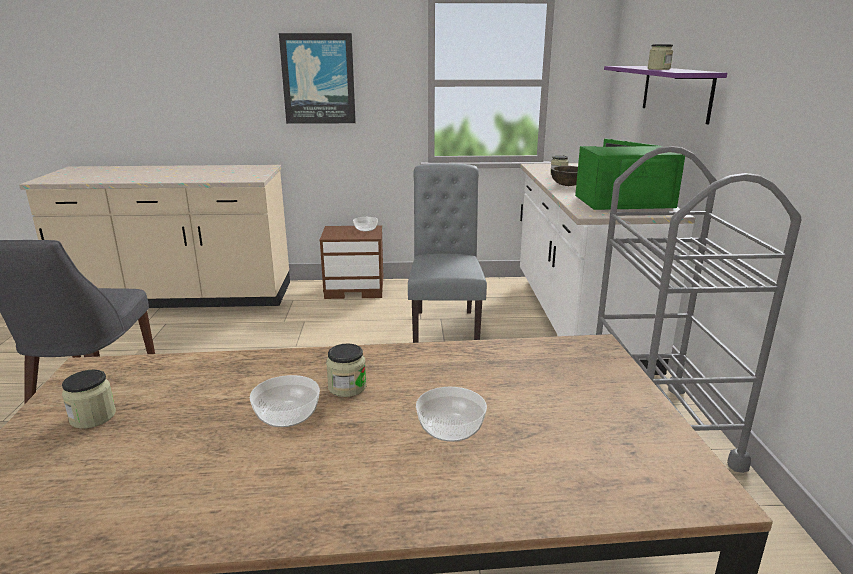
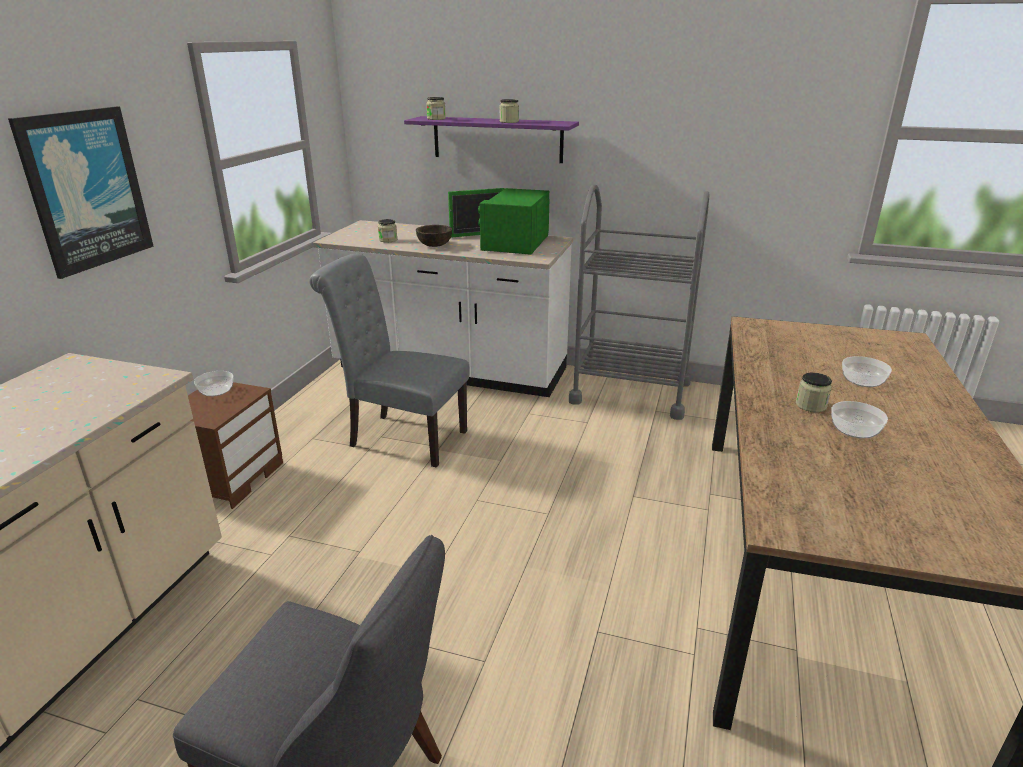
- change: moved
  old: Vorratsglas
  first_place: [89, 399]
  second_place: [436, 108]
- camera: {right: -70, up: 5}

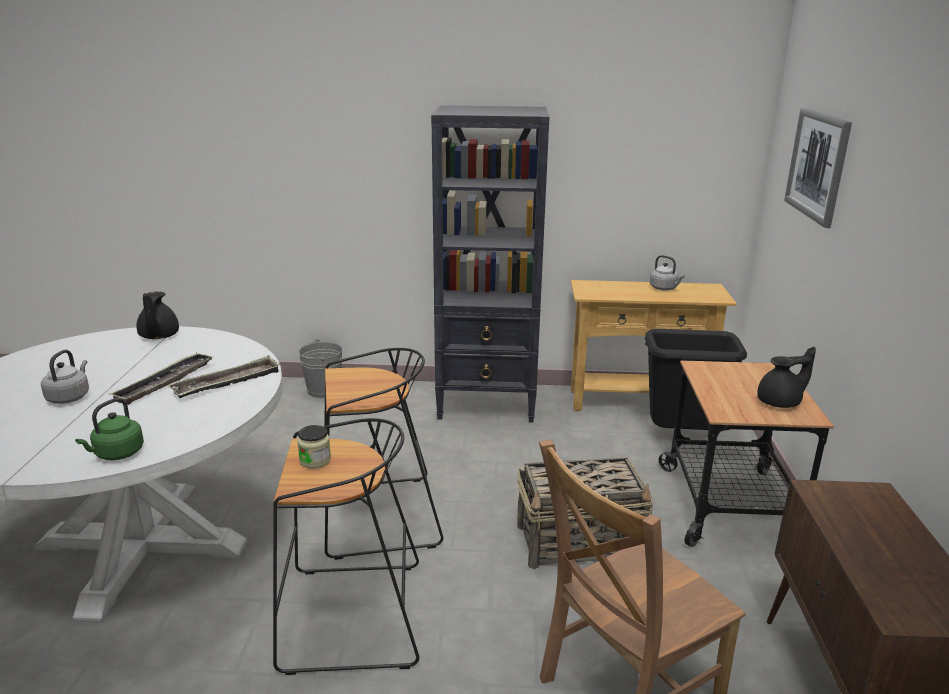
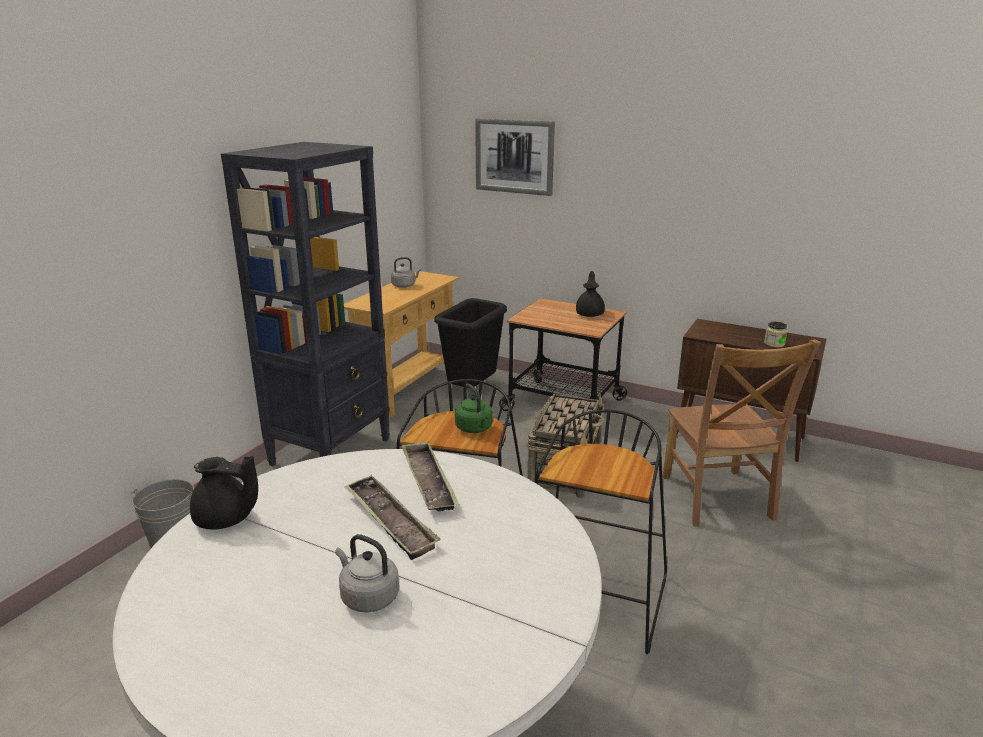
- change: moved
  old: Wasserkessel [grün]
  first_place: [109, 429]
  second_place: [474, 408]
- change: moved
  old: Vorratsglas
  first_place: [314, 446]
  second_place: [776, 335]
- camera: {right: -65, up: 0}

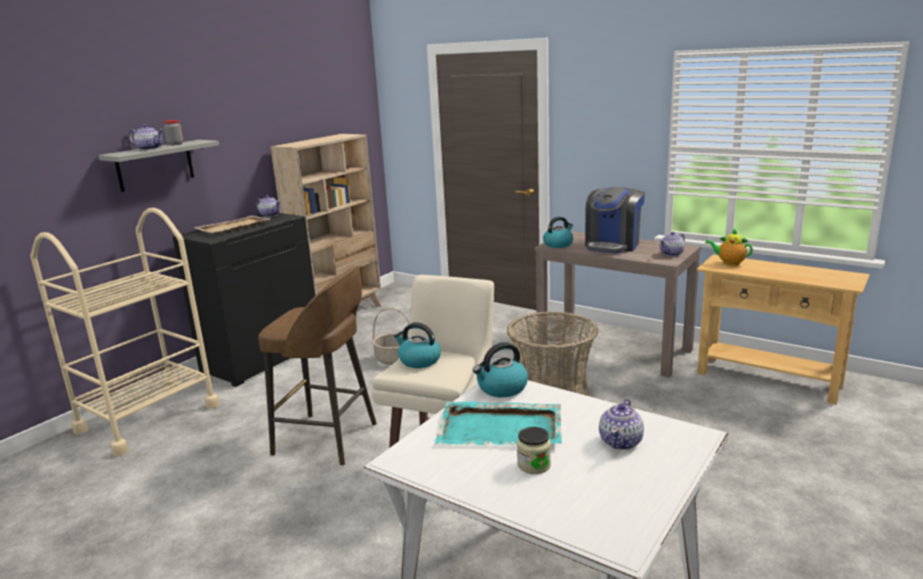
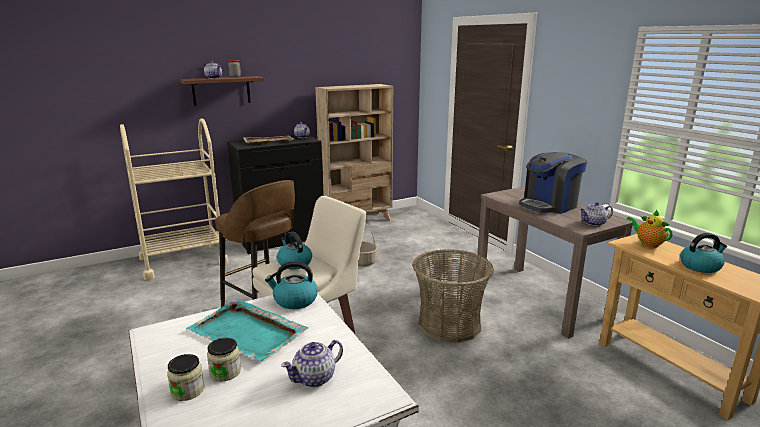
- change: added
  new: Vorratsglas
  second_place: [185, 377]
- change: recoloured
  old: Wandregal [grau]
  new: Wandregal [braun]
  first_place: [158, 166]
  second_place: [222, 91]
- change: moved
  old: Wasserkessel
  first_place: [558, 232]
  second_place: [703, 253]
- camera: {right: 25, up: 0}

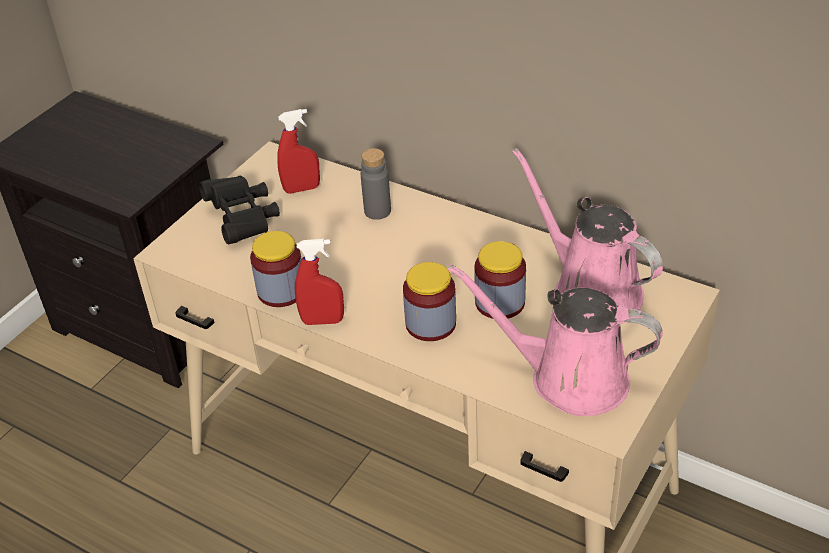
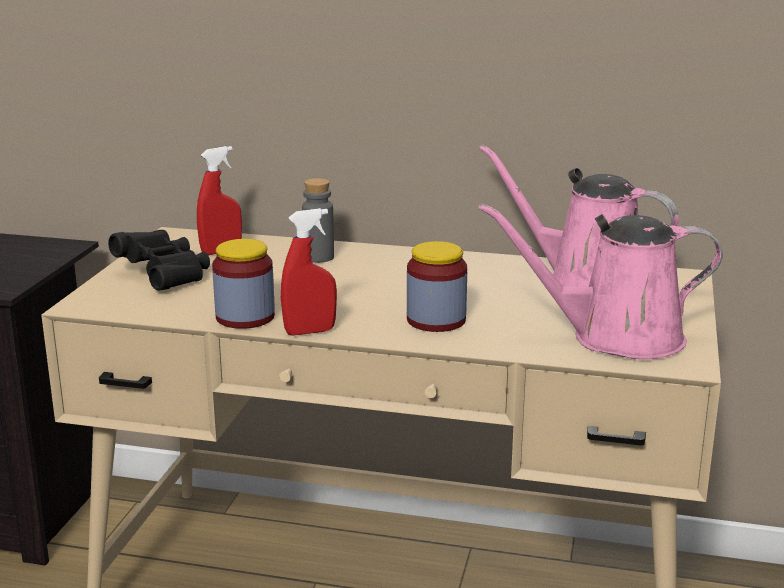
- change: removed
  old: Vorratsglas
  first_place: [500, 280]
- camera: {right: -20, up: -20}

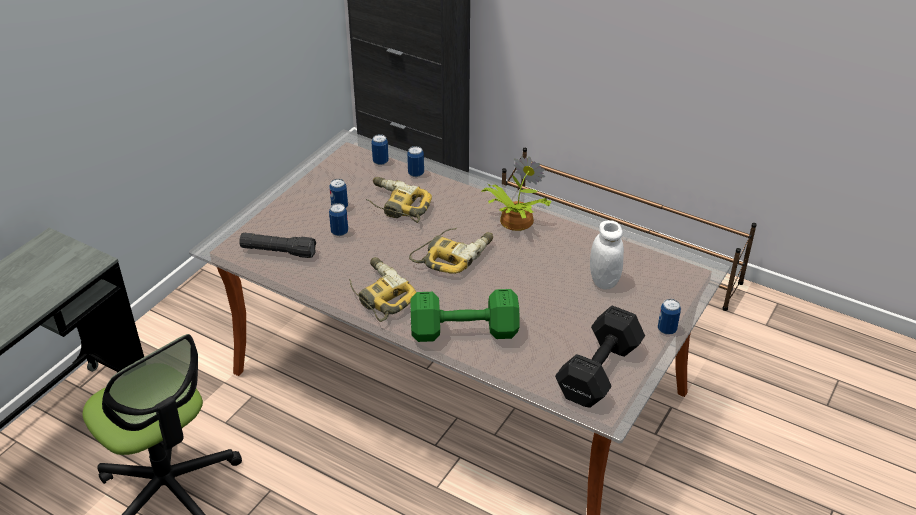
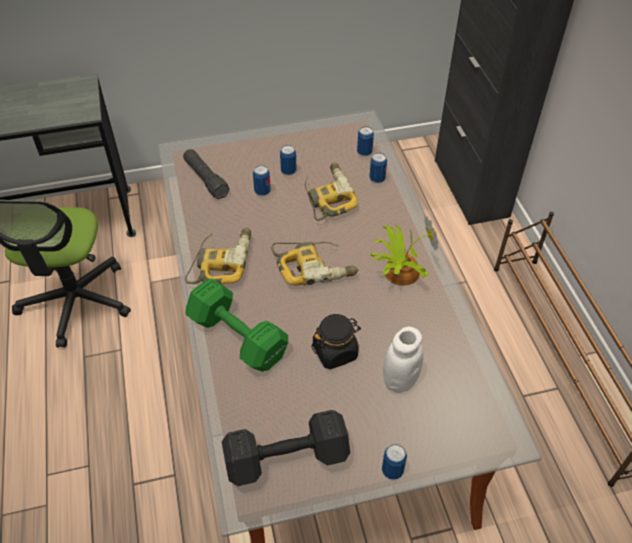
- change: added
  new: Vorratsglas [schwarz]
  second_place: [336, 341]
- camera: {right: 45, up: 10}

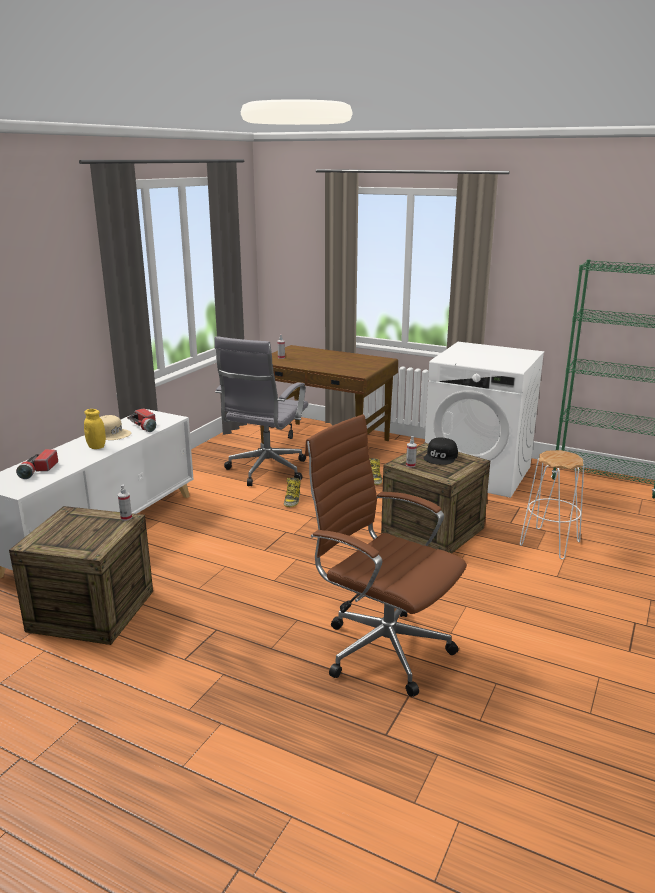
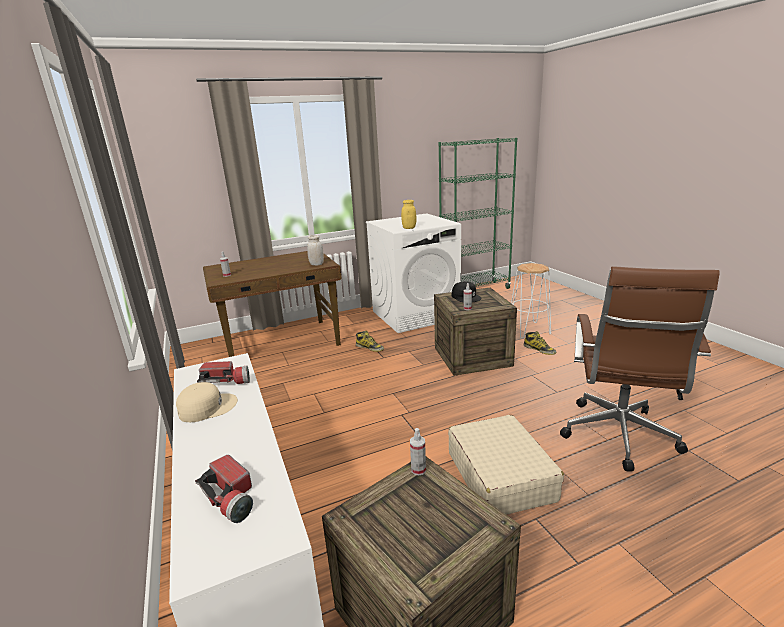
- change: added
  new: Vorratsglas [weiß]
  second_place: [315, 250]
- change: moved
  old: Vorratsglas [gelb]
  first_place: [95, 429]
  second_place: [409, 214]
- change: added
  new: Koffer [beige]
  second_place: [506, 465]
- change: moved
  old: Stiefel
  first_place: [292, 492]
  second_place: [540, 343]
- change: turned
  old: Bürostuhl [braun]
  first_place: [386, 555]
  second_place: [640, 369]
  degrees: -60
- change: removed
  old: Bürostuhl [grau]
  first_place: [261, 411]
- camera: {right: -50, up: 0}

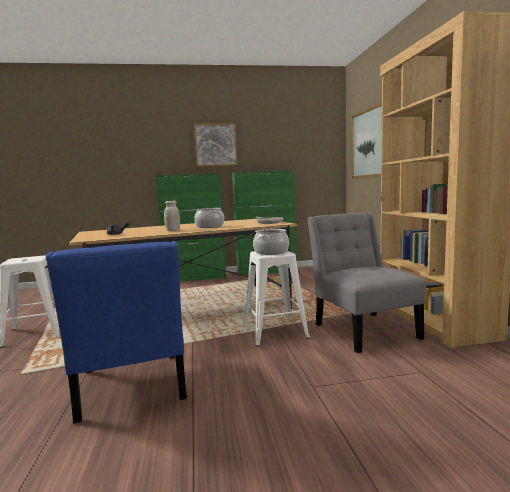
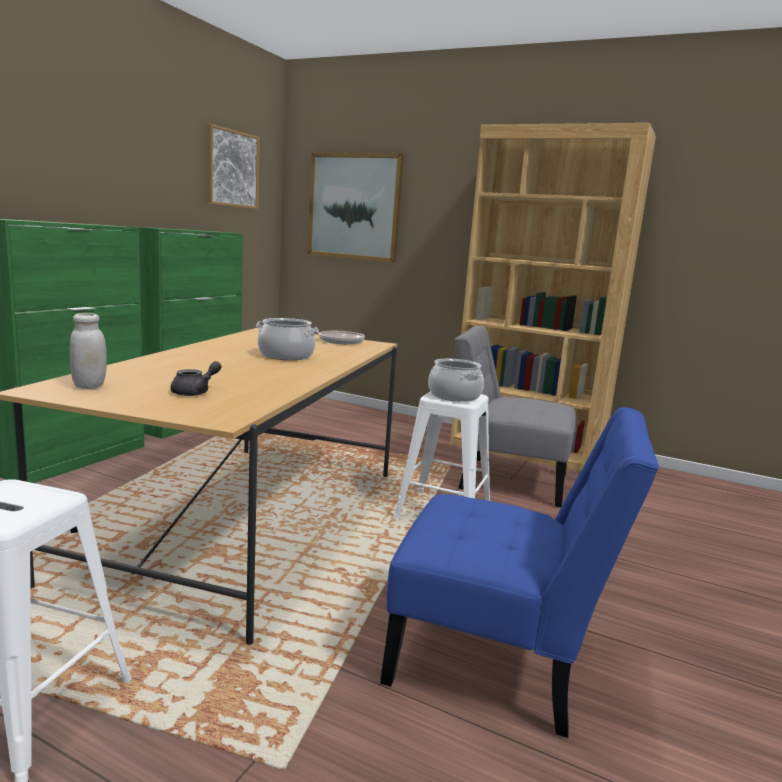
- change: moved
  old: Vorratsglas [weiß]
  first_place: [172, 216]
  second_place: [88, 351]
- change: moved
  old: Bild
  first_place: [215, 145]
  second_place: [233, 166]
- camera: {right: -55, up: 5}

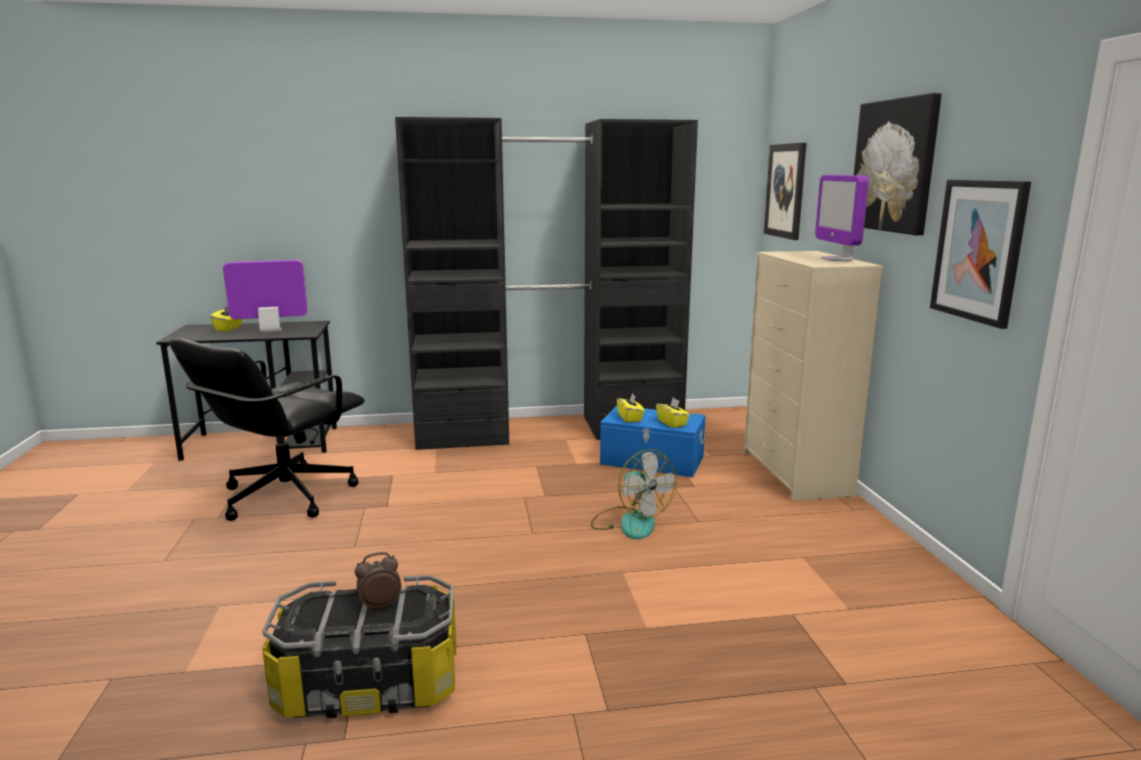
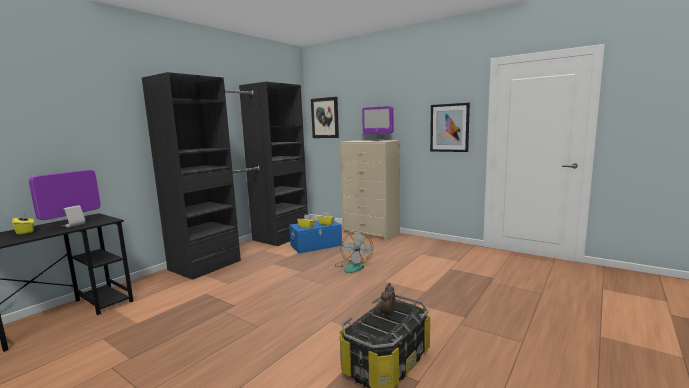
- change: turned
  old: Ventilator
  first_place: [634, 494]
  second_place: [354, 252]
  degrees: 75
- change: removed
  old: Bürostuhl [schwarz]
  first_place: [267, 429]
- change: removed
  old: Bild
  first_place: [898, 164]
- camera: {right: -45, up: -5}

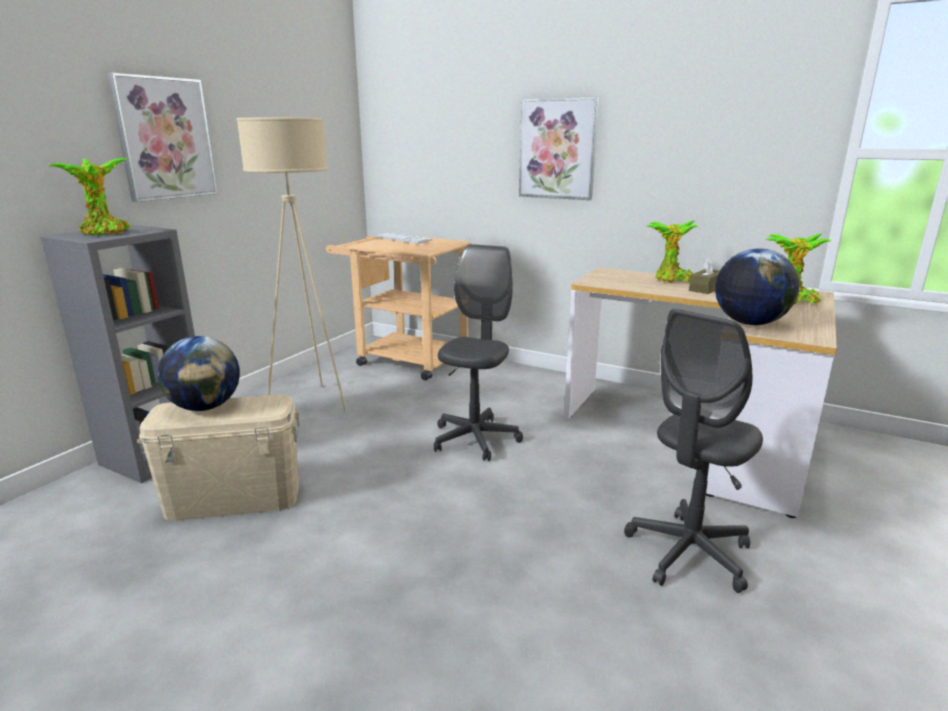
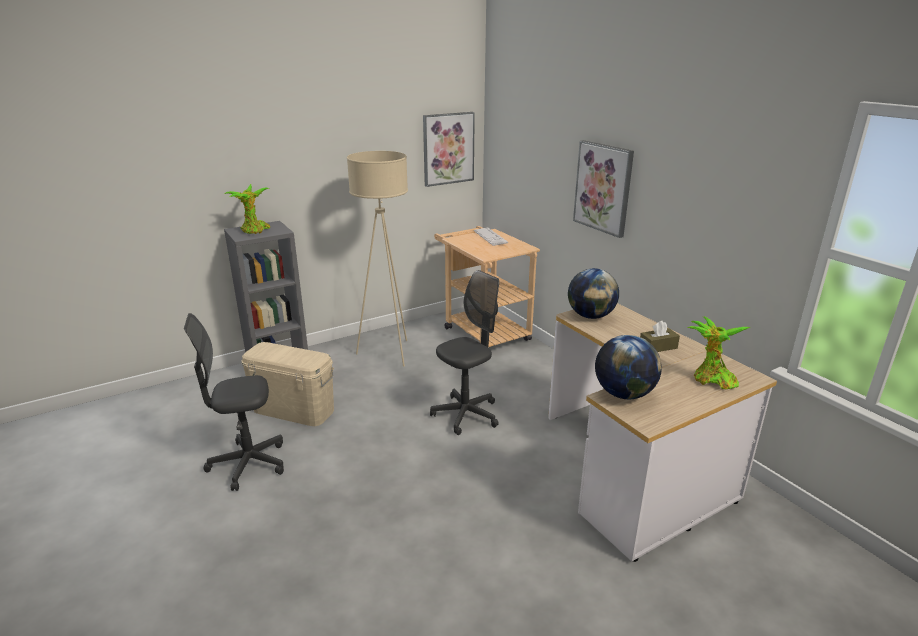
- change: moved
  old: Bürostuhl [grau]
  first_place: [693, 451]
  second_place: [234, 402]
- change: moved
  old: Bild
  first_place: [162, 137]
  second_place: [449, 149]
- change: moved
  old: Globus
  first_place: [198, 373]
  second_place: [593, 293]
- change: removed
  old: Topfpflanze
  first_place: [672, 252]
- camera: {right: 30, up: 5}

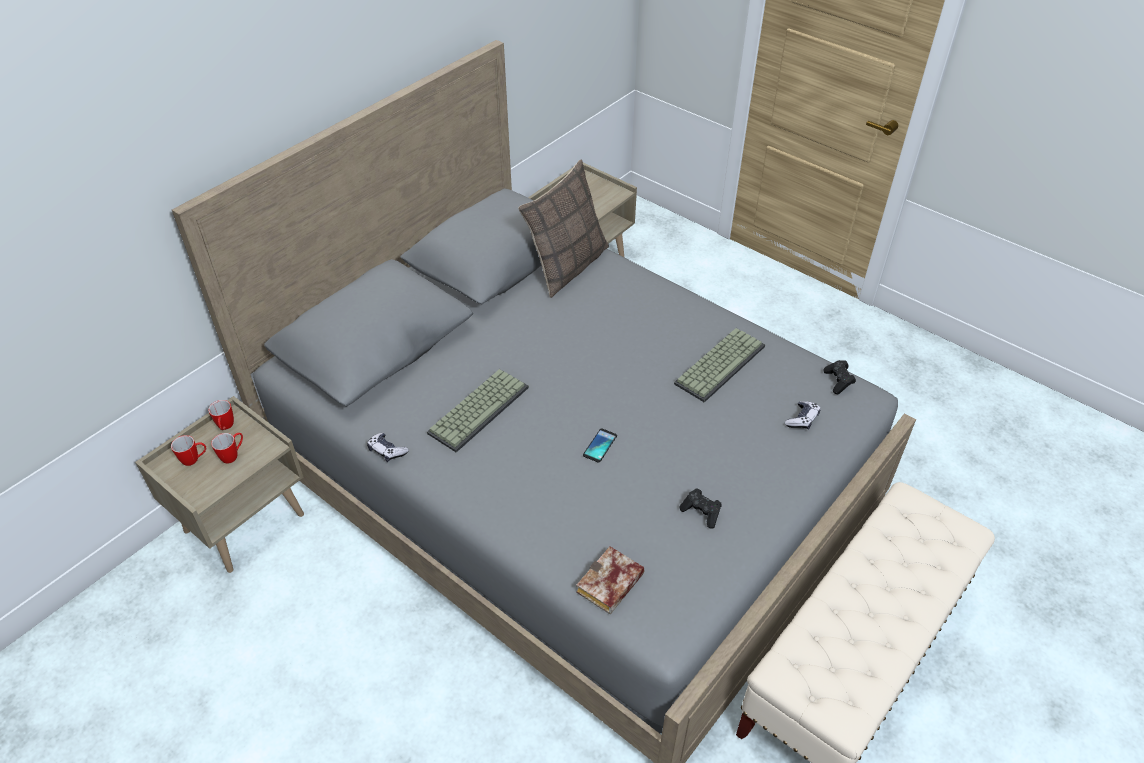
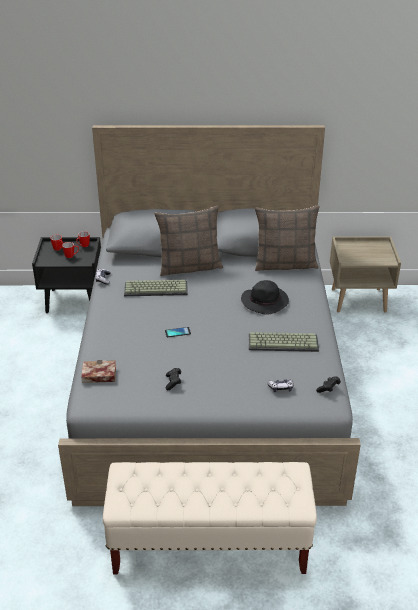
- change: recoloured
  old: Nachttisch [beige]
  new: Nachttisch [schwarz]
  first_place: [219, 484]
  second_place: [66, 275]
- change: added
  new: Kissen
  second_place: [188, 240]
- change: added
  new: Hut [schwarz]
  second_place: [265, 297]
- camera: {right: 50, up: -10}

